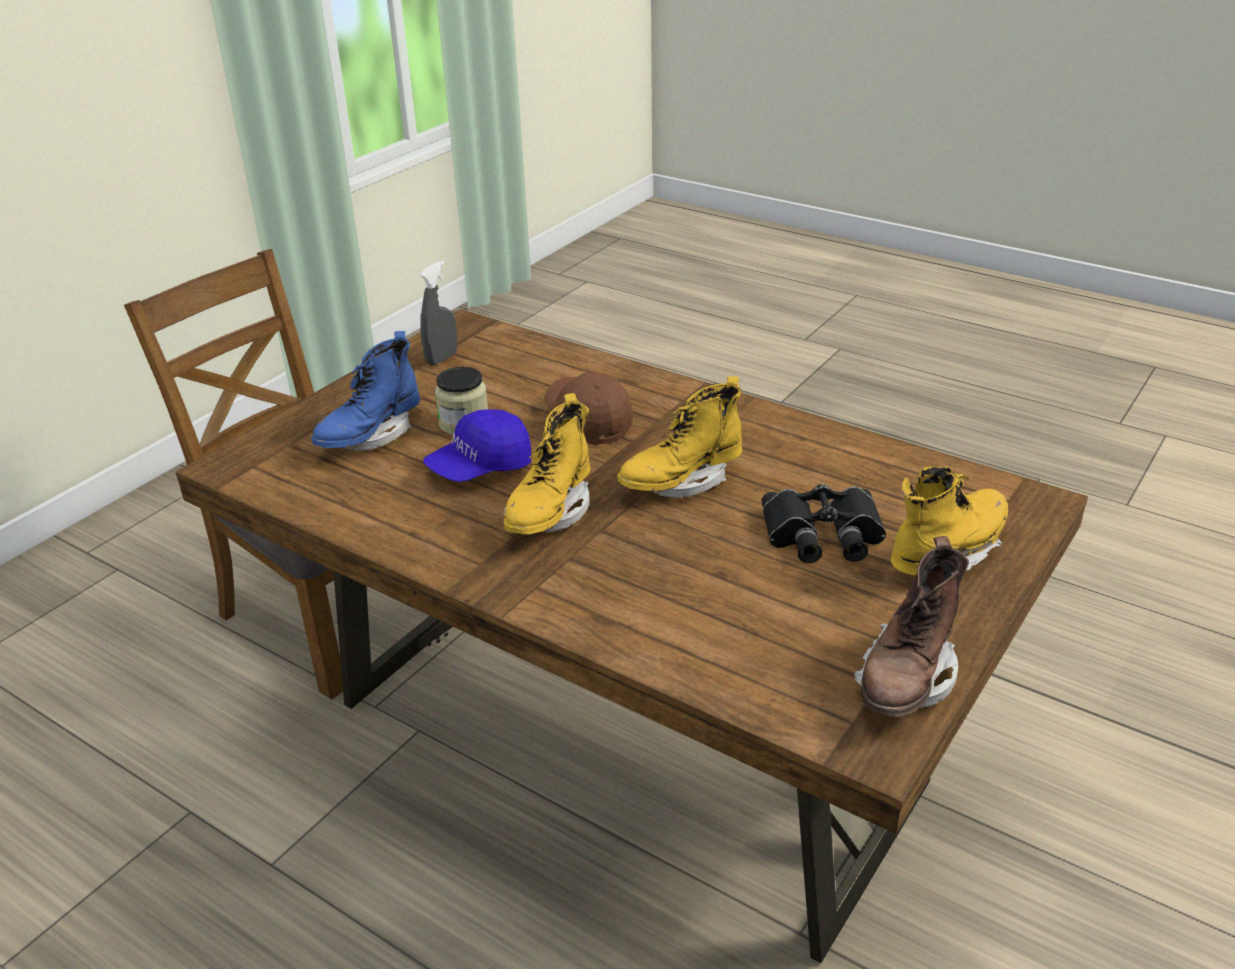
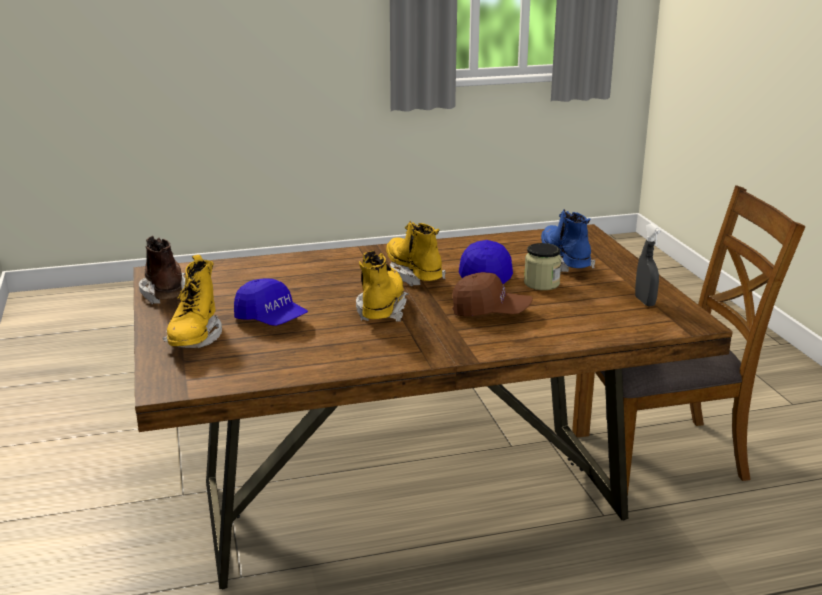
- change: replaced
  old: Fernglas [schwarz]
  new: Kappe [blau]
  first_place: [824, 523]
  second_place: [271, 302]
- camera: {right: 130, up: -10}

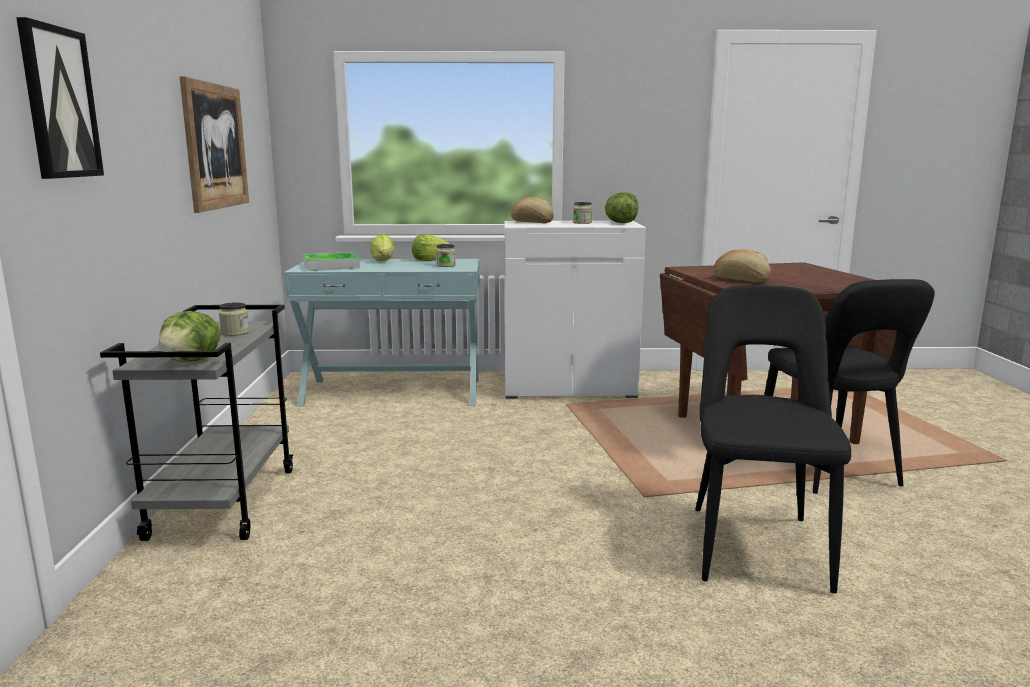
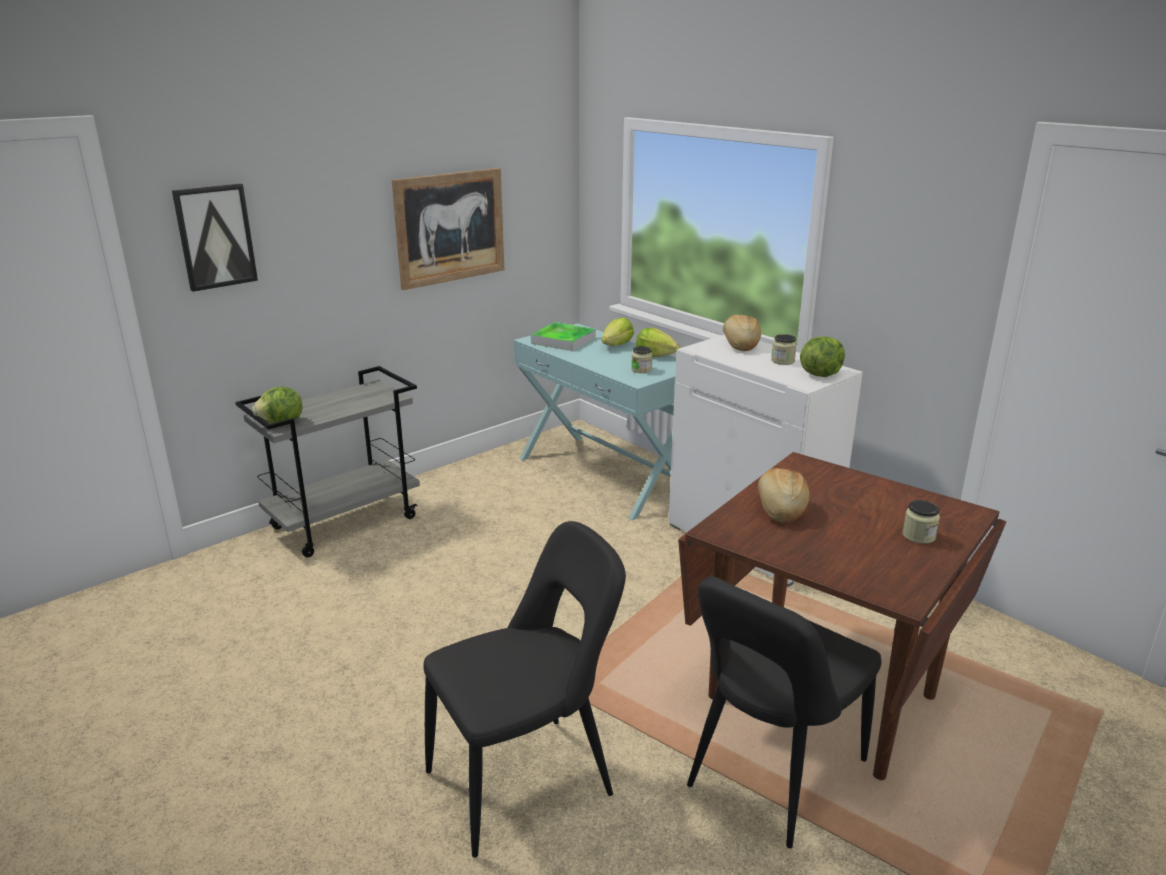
- change: moved
  old: Vorratsglas
  first_place: [234, 319]
  second_place: [921, 522]
- camera: {right: 50, up: 10}

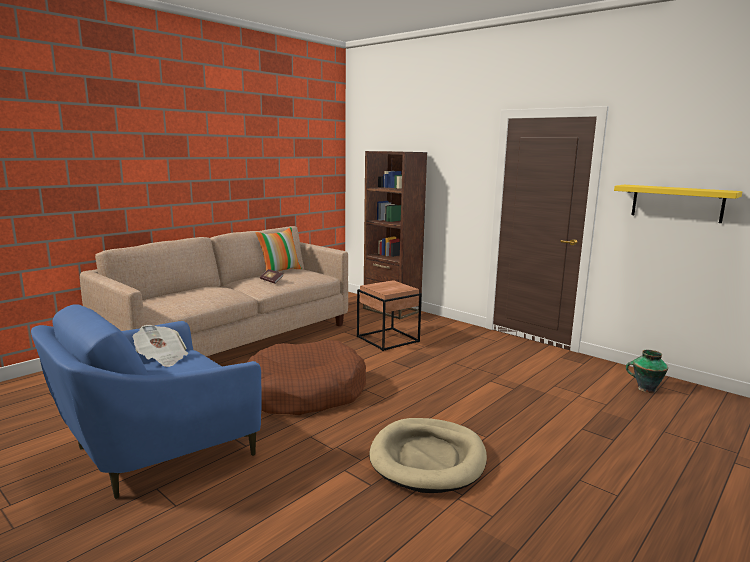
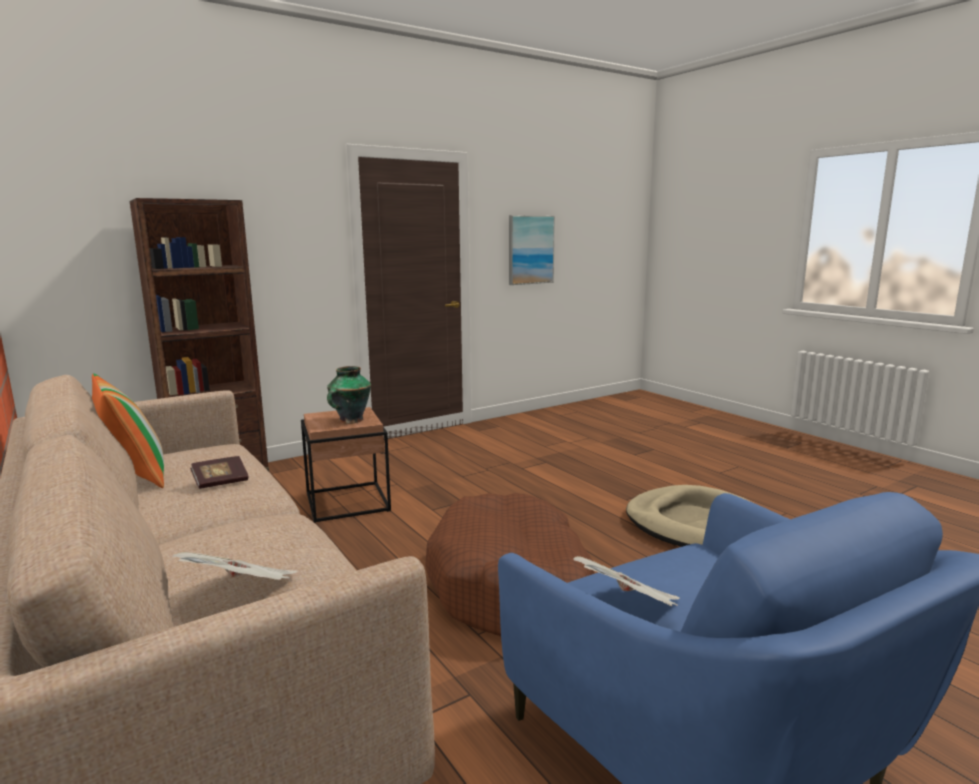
- change: added
  new: Zeitung
  second_place: [235, 566]
- change: moved
  old: Vase
  first_place: [647, 371]
  second_place: [349, 395]
- change: replaced
  old: Wandregal [gelb]
  new: Bild
  first_place: [678, 204]
  second_place: [532, 250]
- camera: {right: -75, up: 0}

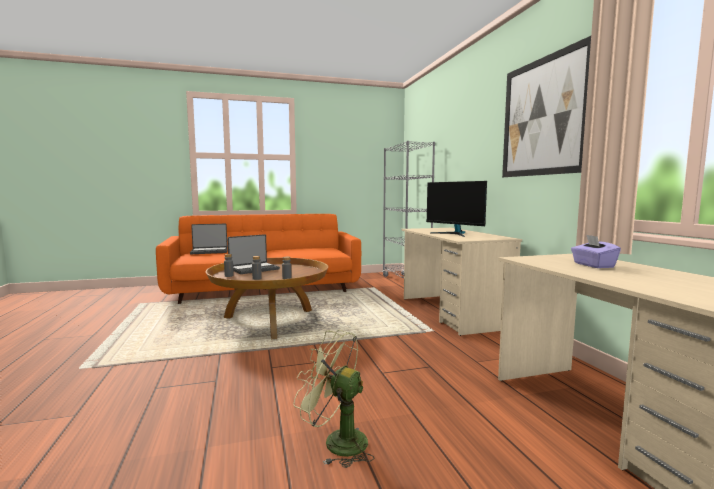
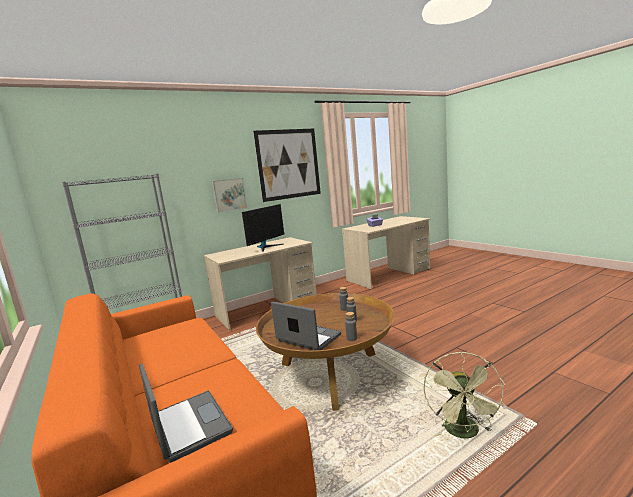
- change: added
  new: Bild
  second_place: [229, 195]
- change: moved
  old: Ventilator [grün]
  first_place: [333, 399]
  second_place: [464, 395]
- camera: {right: -105, up: 5}

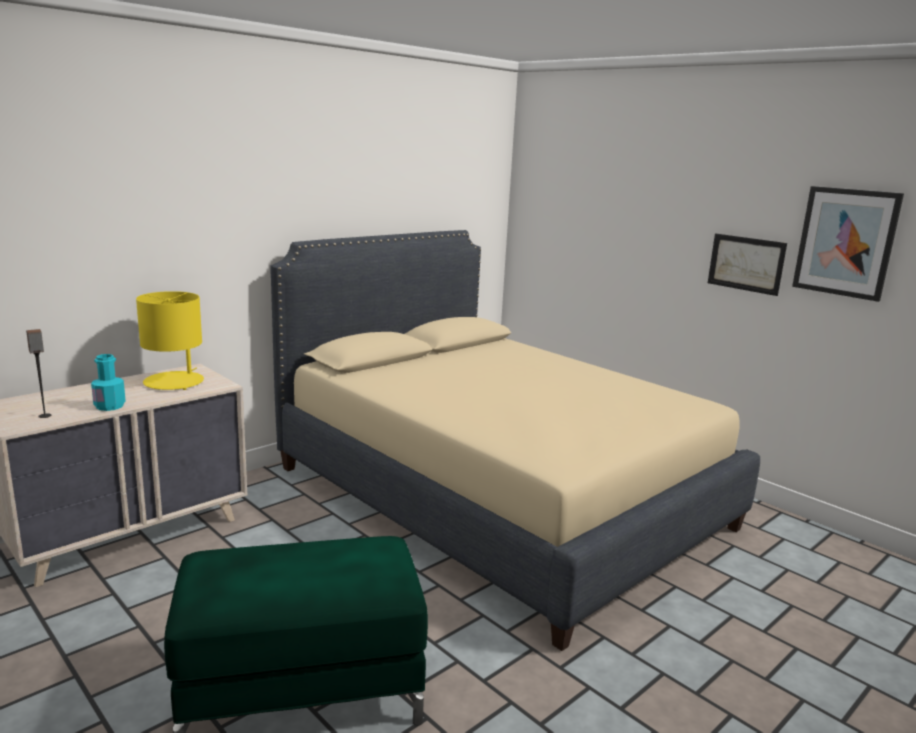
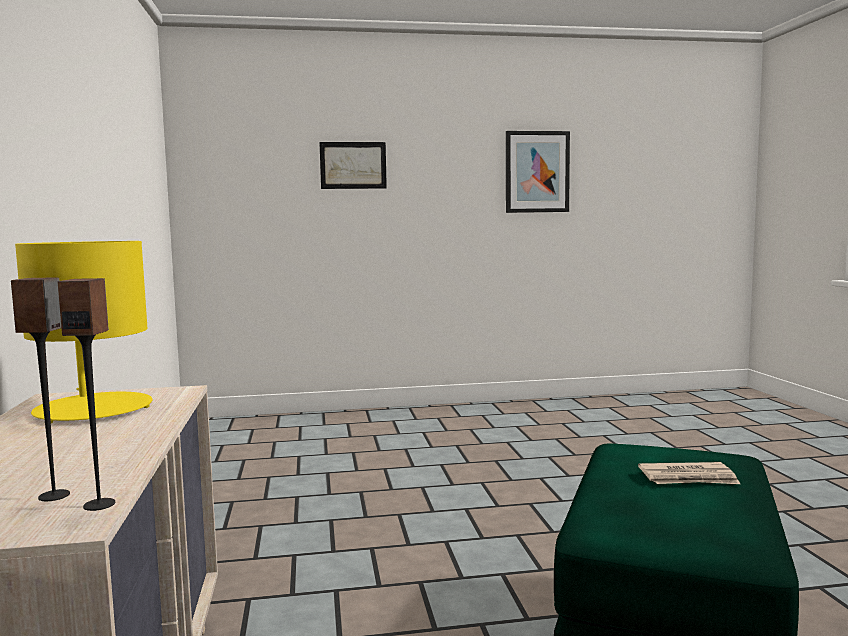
- change: added
  new: Lautsprecher
  second_place: [86, 394]
- change: moved
  old: Bild
  first_place: [747, 265]
  second_place: [353, 165]
- change: added
  new: Zeitung
  second_place: [689, 473]
- change: removed
  old: Flasche [türkis]
  first_place: [108, 382]
- change: removed
  old: Bett [beige]
  first_place: [515, 440]
- camera: {right: -55, up: -10}

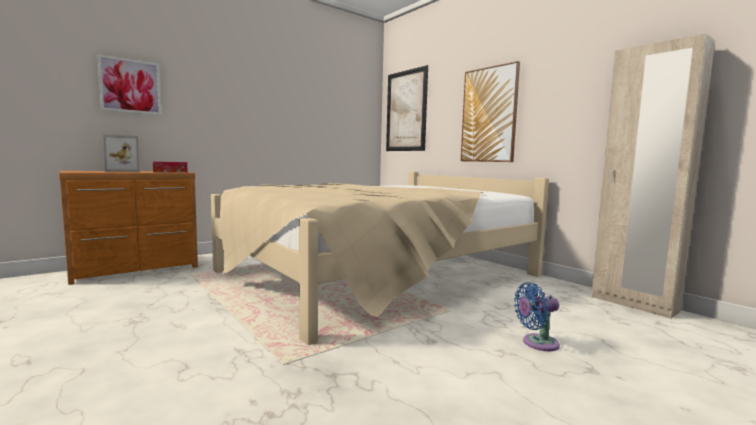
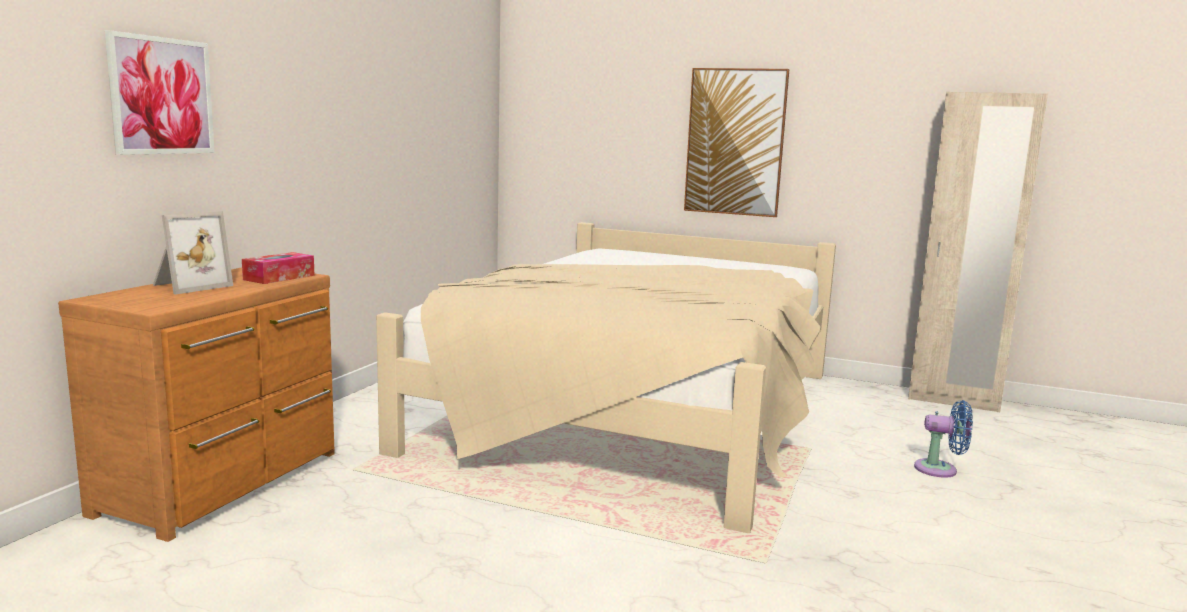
- change: turned
  old: Ventilator [blau]
  first_place: [537, 316]
  second_place: [943, 439]
  degrees: -120
- change: removed
  old: Bild
  first_place: [407, 108]
- camera: {right: -30, up: 5}

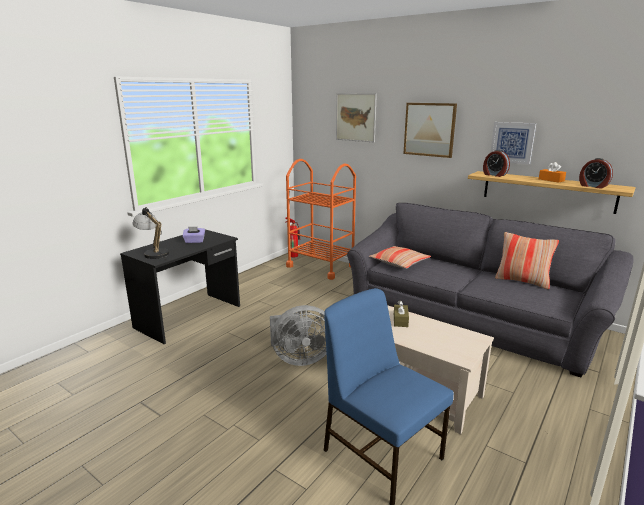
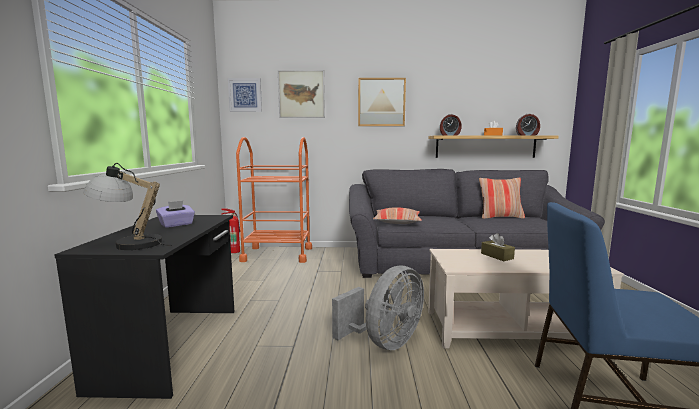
- change: moved
  old: Bild
  first_place: [513, 143]
  second_place: [245, 95]
- camera: {right: -35, up: -10}

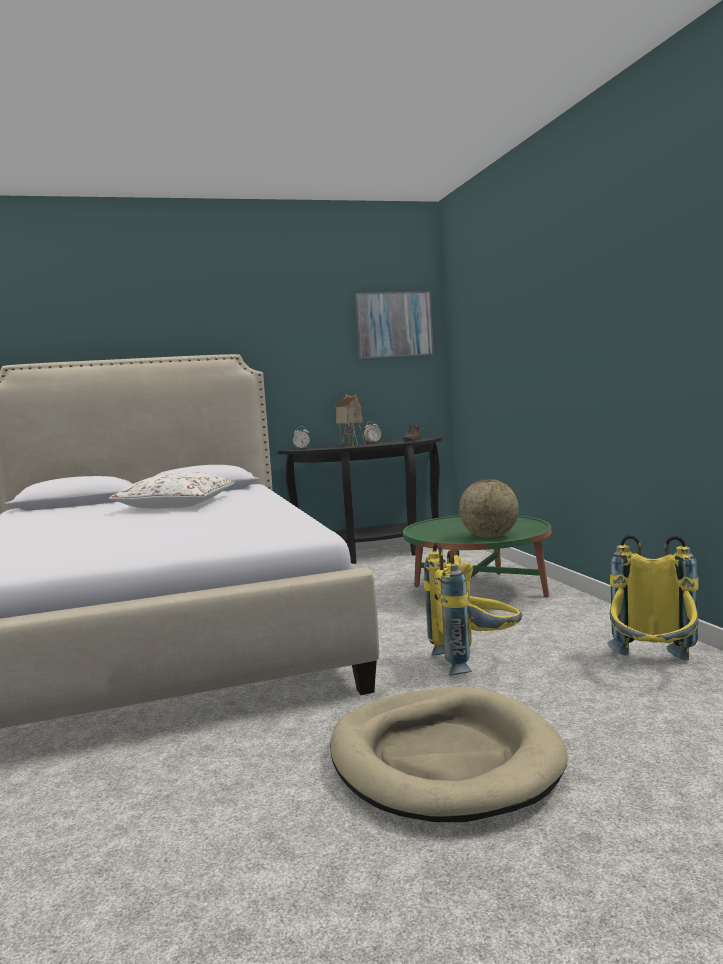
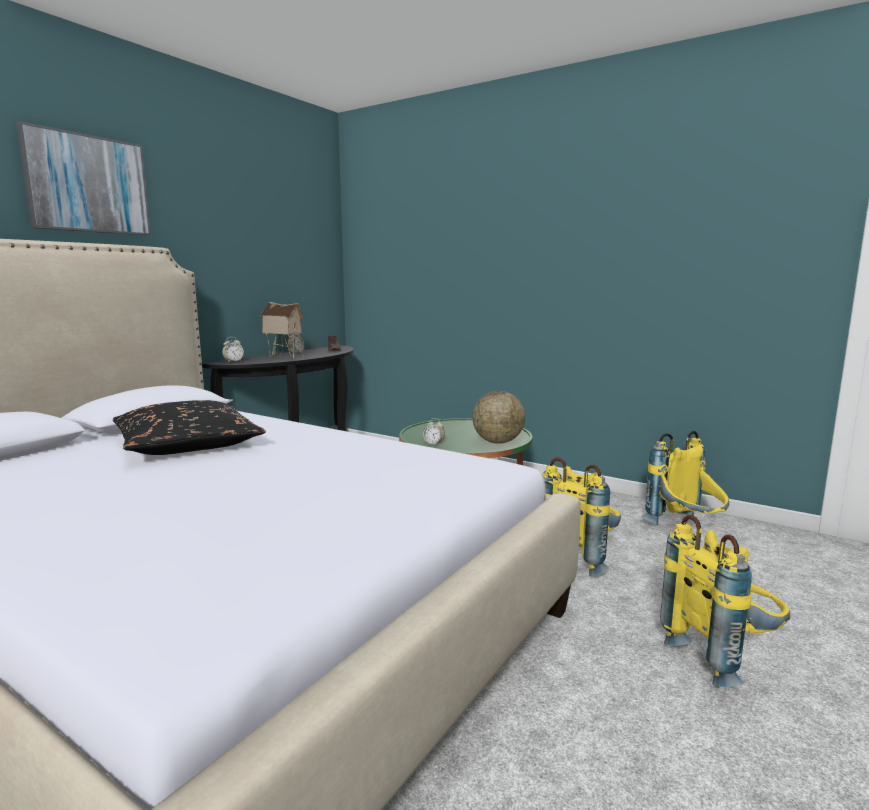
- change: moved
  old: Bild
  first_place: [394, 325]
  second_place: [83, 178]
- change: recoloured
  old: Kissen [weiß]
  new: Kissen [schwarz]
  first_place: [172, 490]
  second_place: [189, 427]
- change: added
  new: Wecker
  second_place: [434, 432]
- change: replaced
  old: Hundebett [beige]
  new: Rucksack [gelb]
  first_place: [449, 754]
  second_place: [725, 601]
- camera: {right: -40, up: 5}

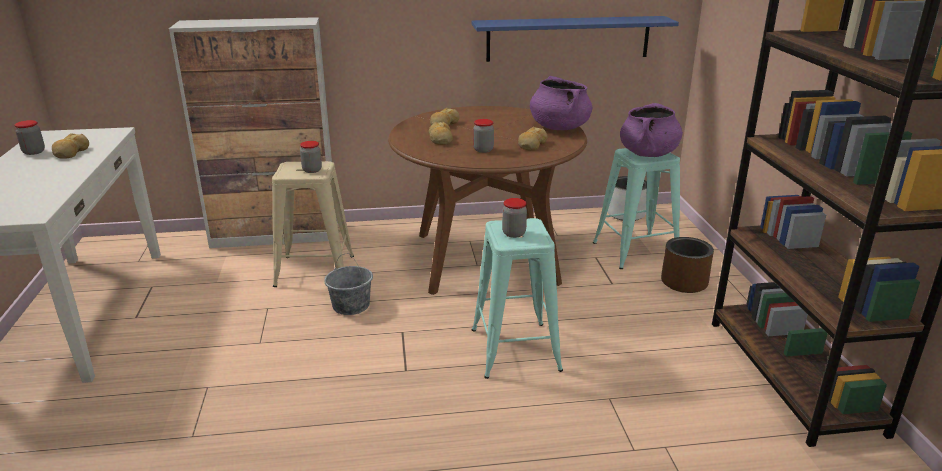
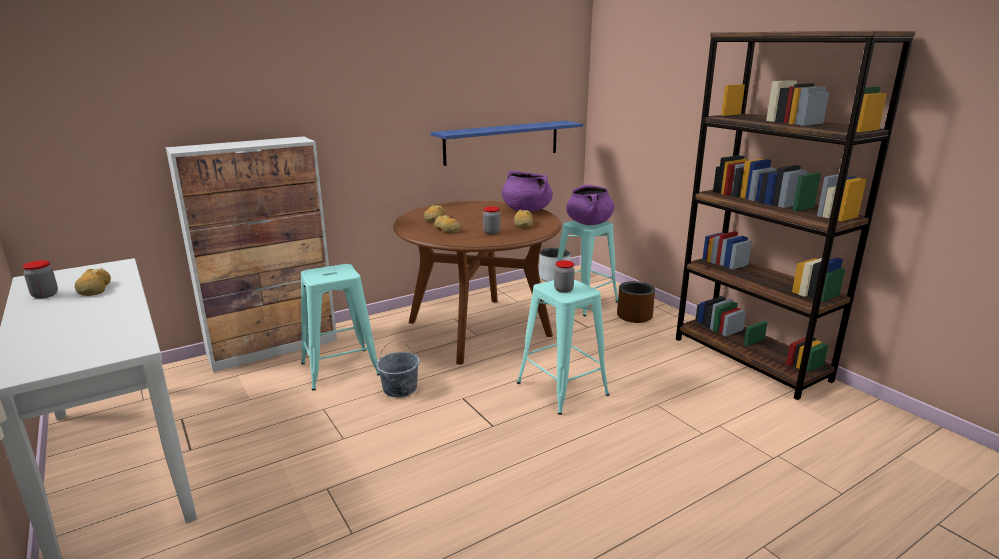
- change: recoloured
  old: Hocker [beige]
  new: Hocker [türkis]
  first_place: [313, 224]
  second_place: [340, 327]
- change: removed
  old: Vorratsglas
  first_place: [311, 157]
- camera: {right: -25, up: -5}

